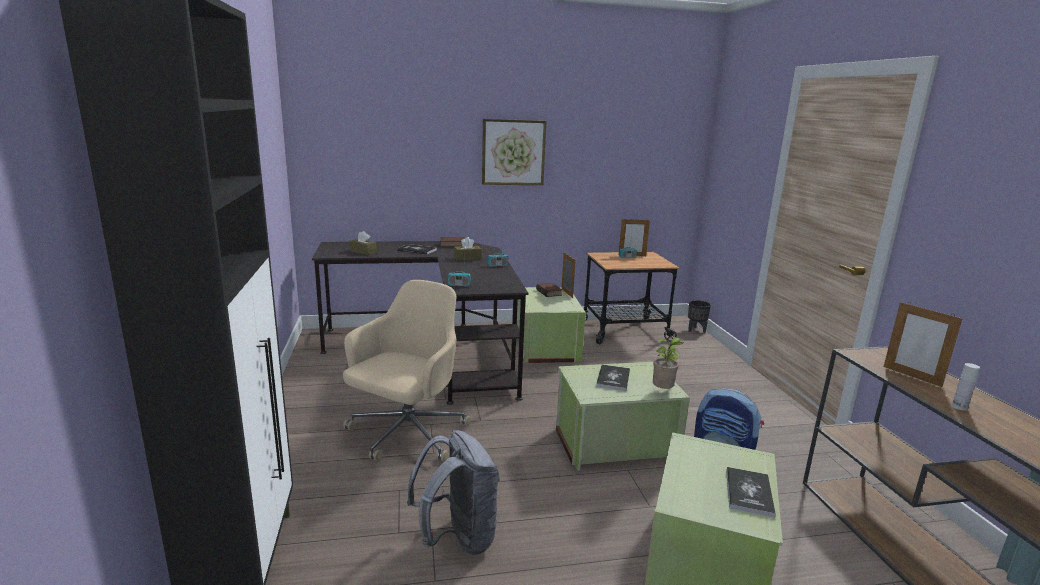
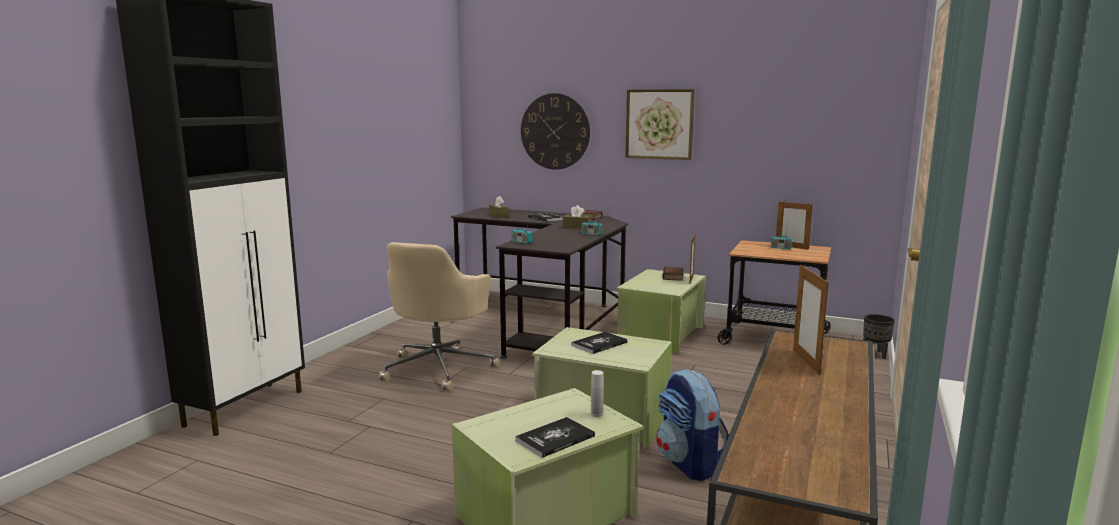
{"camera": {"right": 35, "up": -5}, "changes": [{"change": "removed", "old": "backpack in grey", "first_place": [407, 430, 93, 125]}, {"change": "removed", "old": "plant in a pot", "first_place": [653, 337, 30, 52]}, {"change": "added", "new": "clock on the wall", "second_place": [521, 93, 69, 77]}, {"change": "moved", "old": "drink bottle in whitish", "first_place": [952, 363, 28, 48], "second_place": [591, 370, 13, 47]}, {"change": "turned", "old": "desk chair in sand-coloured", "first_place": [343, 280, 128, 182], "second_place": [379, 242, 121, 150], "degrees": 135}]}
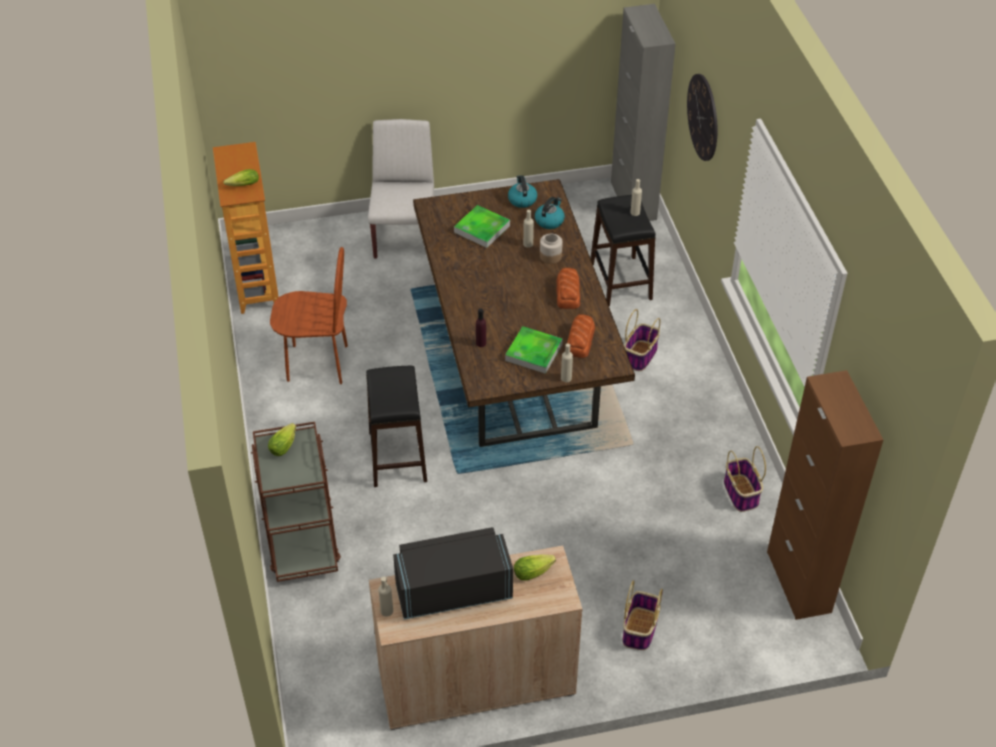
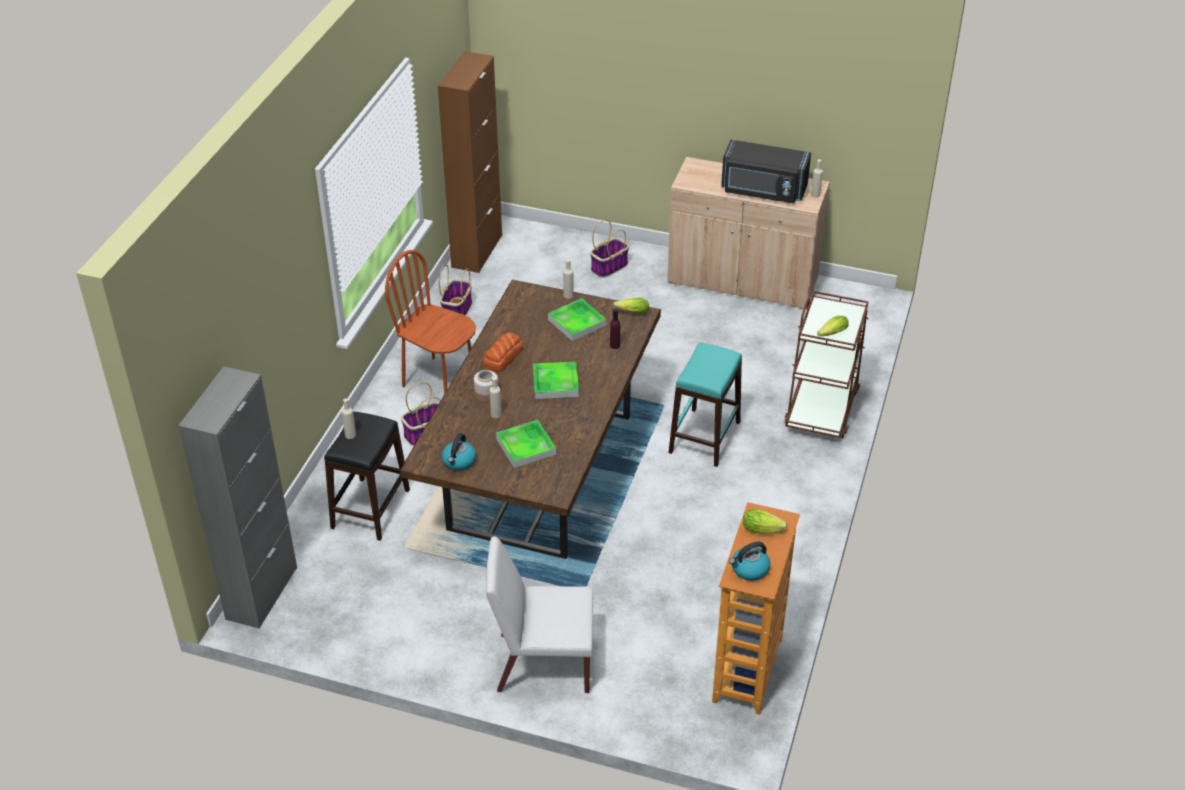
{"camera": {"right": -150, "up": -5}, "changes": [{"change": "removed", "old": "bakery bread", "first_place": [567, 314, 28, 44]}, {"change": "removed", "old": "clock on the wall", "first_place": [687, 74, 30, 87]}, {"change": "added", "new": "tray", "second_place": [533, 362, 46, 37]}, {"change": "moved", "old": "plain chair in brownish", "first_place": [270, 247, 78, 137], "second_place": [385, 250, 91, 144]}, {"change": "moved", "old": "lettuce", "first_place": [514, 554, 42, 27], "second_place": [613, 298, 36, 16]}, {"change": "moved", "old": "kettle", "first_place": [535, 197, 30, 32], "second_place": [729, 542, 41, 39]}, {"change": "recoloured", "old": "sitting stool in black", "new": "sitting stool in turquoise-coloured", "first_place": [366, 366, 61, 121], "second_place": [669, 343, 73, 124]}, {"change": "turned", "old": "plain chair in whitish", "first_place": [368, 119, 66, 140], "second_place": [486, 536, 107, 157], "degrees": 60}]}
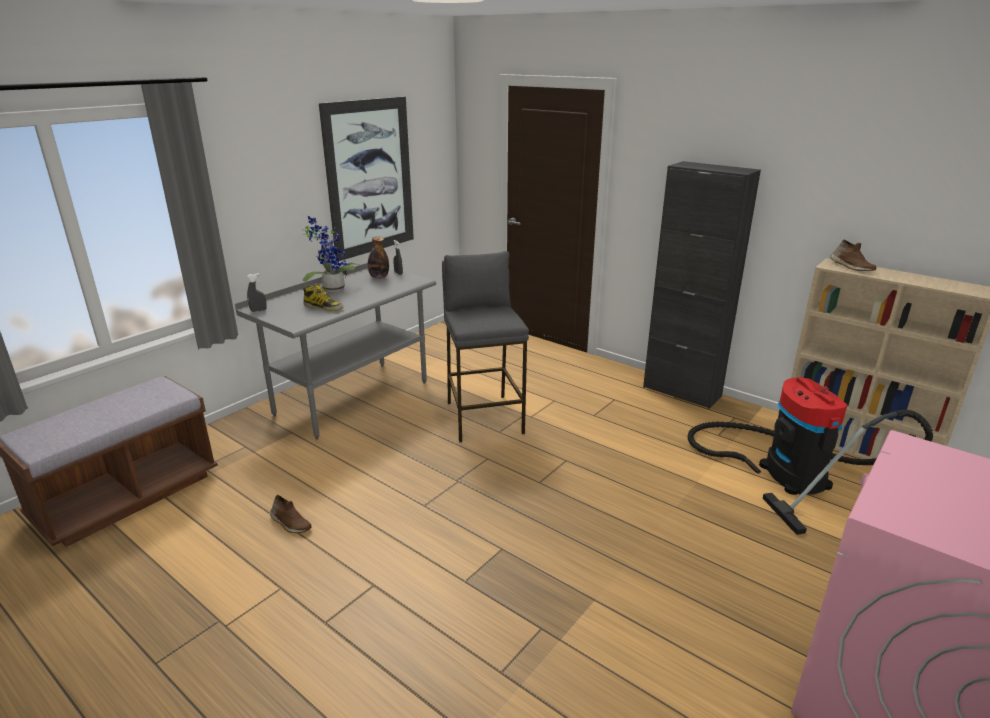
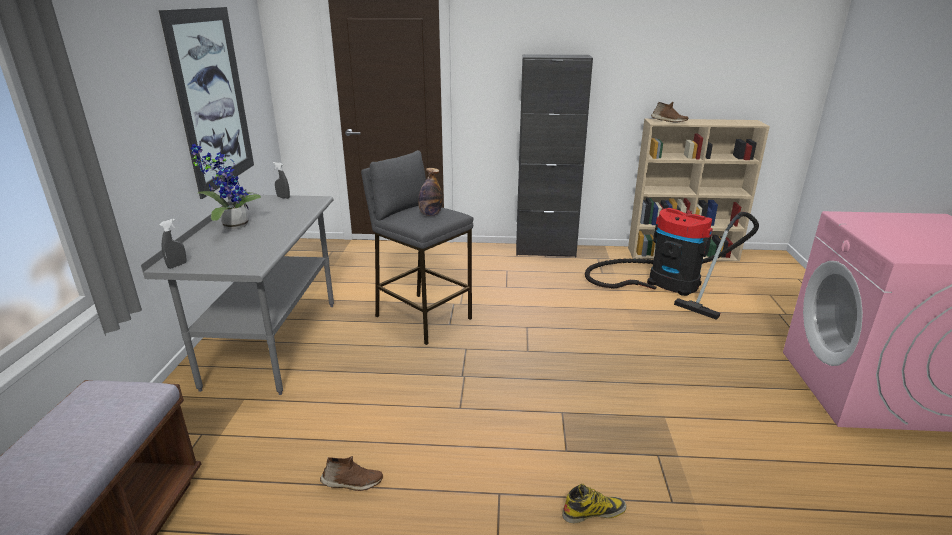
{"camera": {"right": -35, "up": 0}, "changes": [{"change": "moved", "old": "tall boot", "first_place": [303, 283, 41, 28], "second_place": [562, 484, 65, 39]}, {"change": "moved", "old": "drink bottle", "first_place": [368, 237, 21, 42], "second_place": [418, 168, 24, 48]}]}
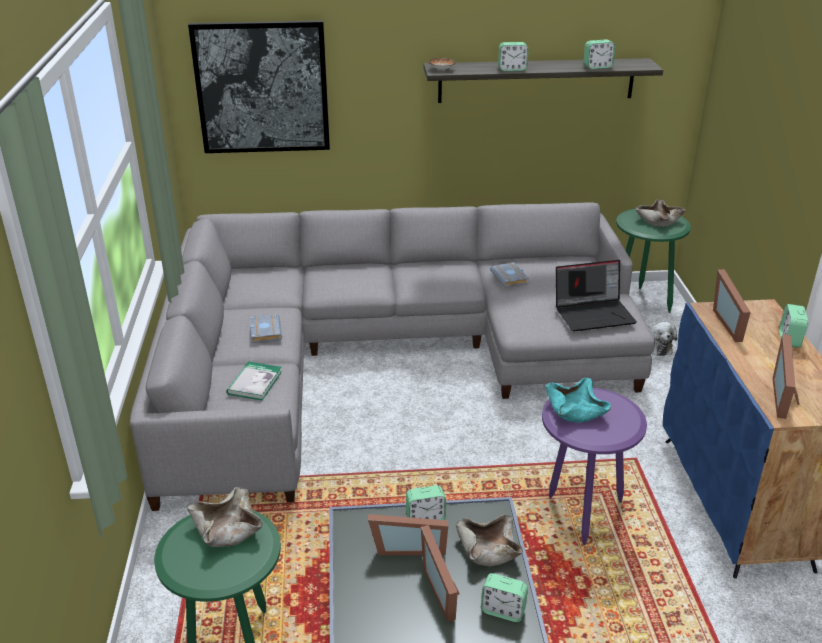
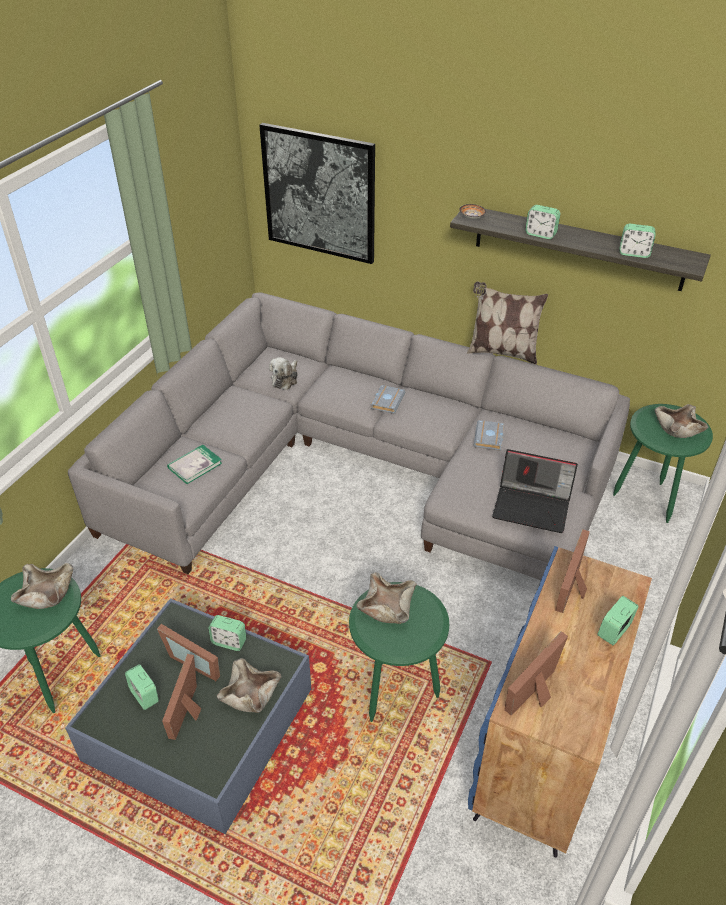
{"camera": {"right": 30, "up": 10}, "changes": [{"change": "added", "new": "throw pillow", "second_place": [467, 282, 81, 83]}, {"change": "moved", "old": "bound book in grey", "first_place": [250, 314, 32, 29], "second_place": [371, 385, 35, 29]}, {"change": "moved", "old": "bedside clock", "first_place": [481, 573, 47, 49], "second_place": [125, 664, 34, 46]}, {"change": "moved", "old": "soft toy", "first_place": [648, 322, 29, 34], "second_place": [269, 357, 29, 33]}, {"change": "recoloured", "old": "accent table in purple", "new": "accent table in green", "first_place": [542, 388, 105, 157], "second_place": [349, 582, 100, 140]}, {"change": "recoloured", "old": "serving bowl in turquoise-coloured", "new": "serving bowl in sand-coloured", "first_place": [545, 378, 66, 45], "second_place": [356, 573, 61, 51]}]}
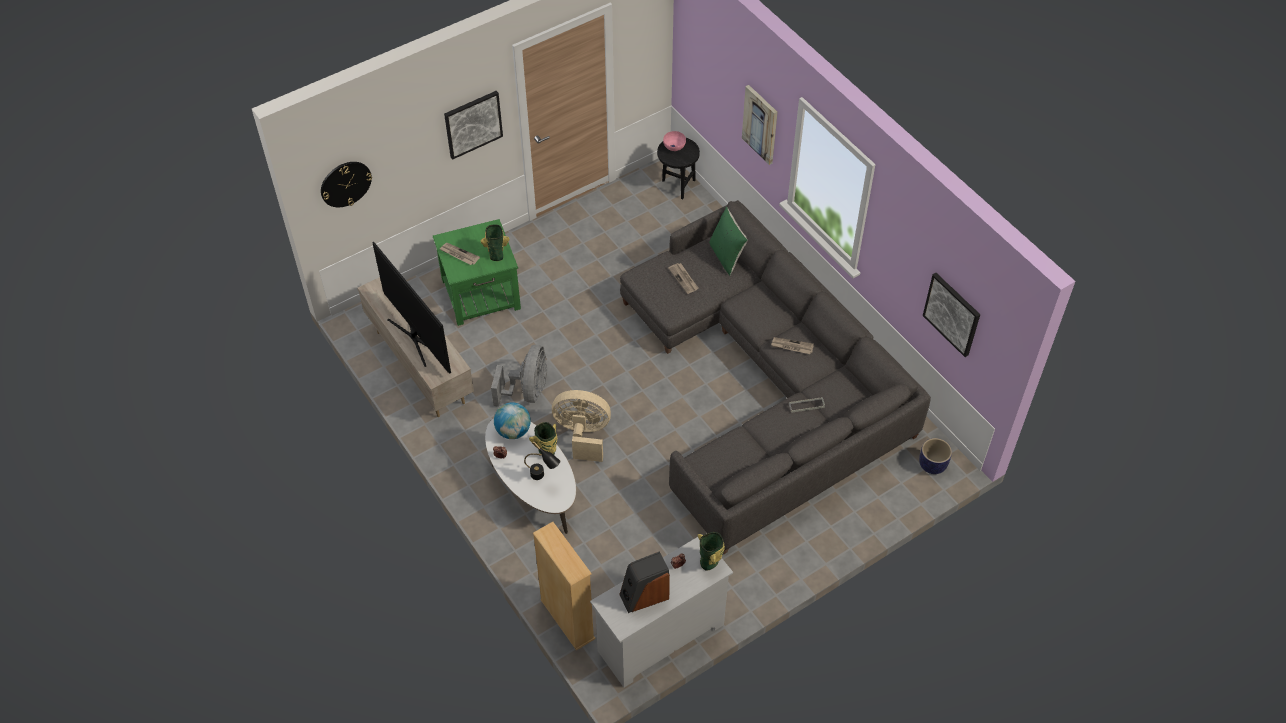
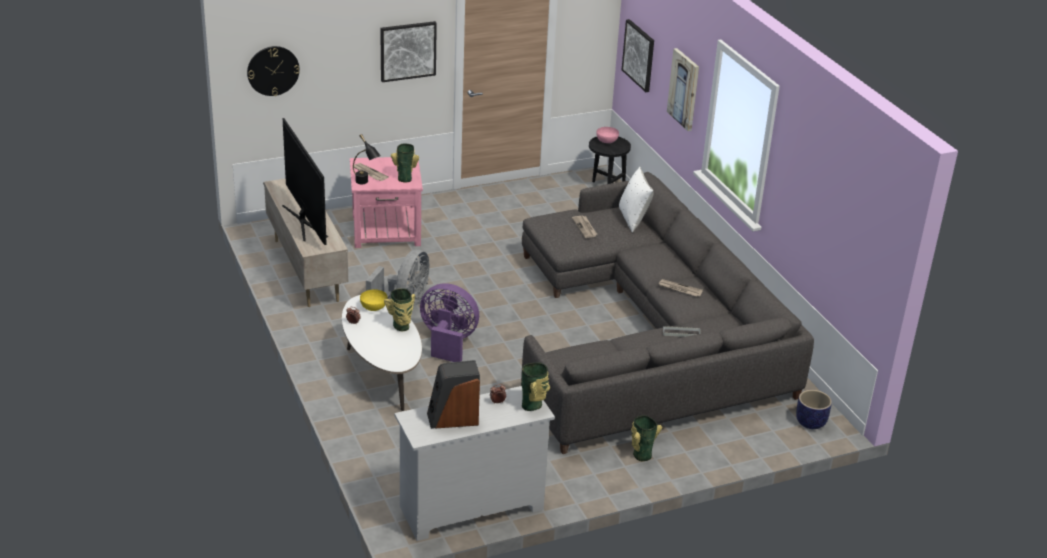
{"camera": {"right": 10, "up": -20}, "changes": [{"change": "removed", "old": "bookshelf in sand-coloured", "first_place": [533, 522, 63, 128]}, {"change": "added", "new": "decorative vase", "second_place": [631, 415, 31, 46]}, {"change": "moved", "old": "tabletop lamp in black", "first_place": [524, 441, 36, 39], "second_place": [353, 134, 28, 50]}, {"change": "moved", "old": "wall picture", "first_place": [923, 273, 57, 84], "second_place": [622, 19, 32, 73]}, {"change": "replaced", "old": "globe", "new": "serving bowl in yellowish", "first_place": [494, 402, 37, 37], "second_place": [360, 289, 28, 22]}, {"change": "recoloured", "old": "accent table in green", "new": "accent table in pink", "first_place": [433, 219, 88, 107], "second_place": [350, 157, 73, 91]}, {"change": "recoloured", "old": "electric fan in sand-coloured", "new": "electric fan in purple", "first_place": [552, 390, 59, 72], "second_place": [420, 283, 59, 79]}, {"change": "recoloured", "old": "throw pillow in green", "new": "throw pillow in whitish", "first_place": [709, 207, 39, 69], "second_place": [619, 167, 35, 66]}]}
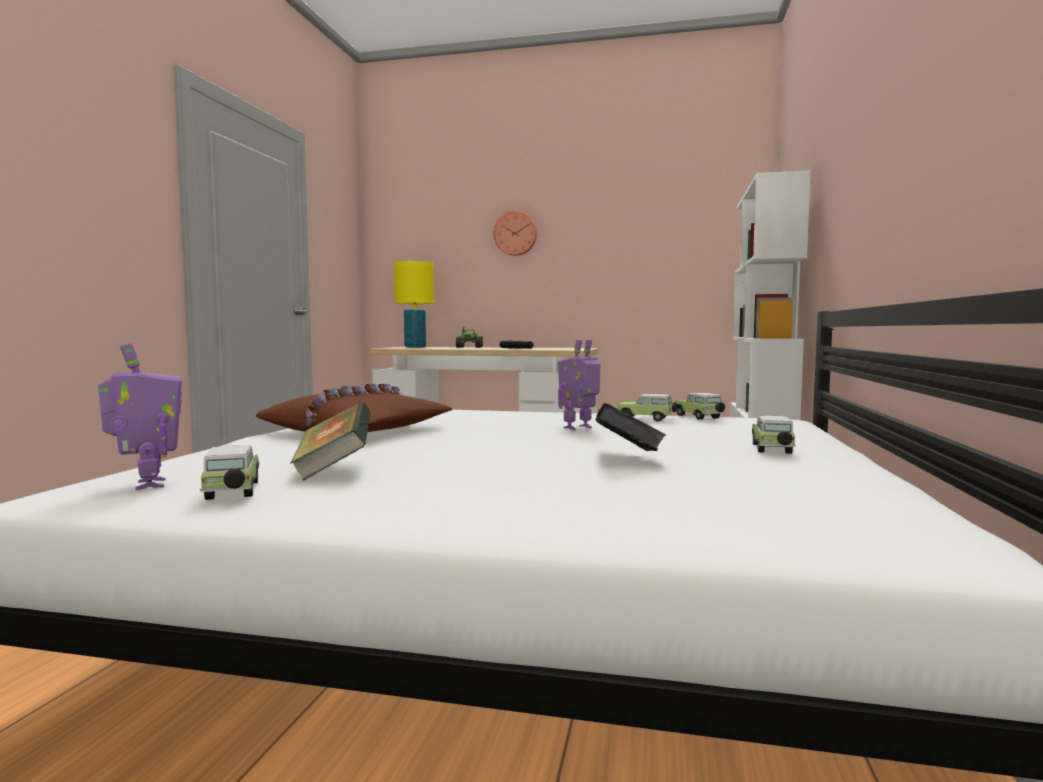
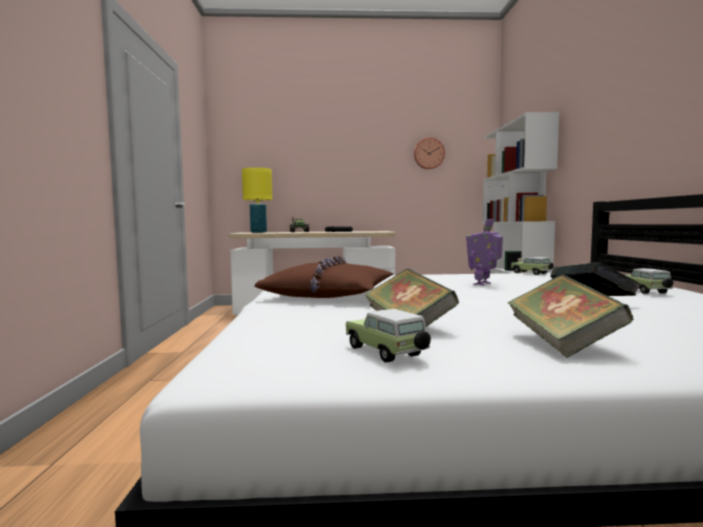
{"camera": {"right": -15, "up": 0}, "changes": [{"change": "removed", "old": "model robot", "first_place": [98, 344, 84, 146]}, {"change": "removed", "old": "miniature car", "first_place": [617, 394, 60, 28]}, {"change": "added", "new": "bound book", "second_place": [508, 274, 126, 83]}, {"change": "moved", "old": "clock on the wall", "first_place": [494, 211, 43, 45], "second_place": [414, 137, 31, 32]}]}
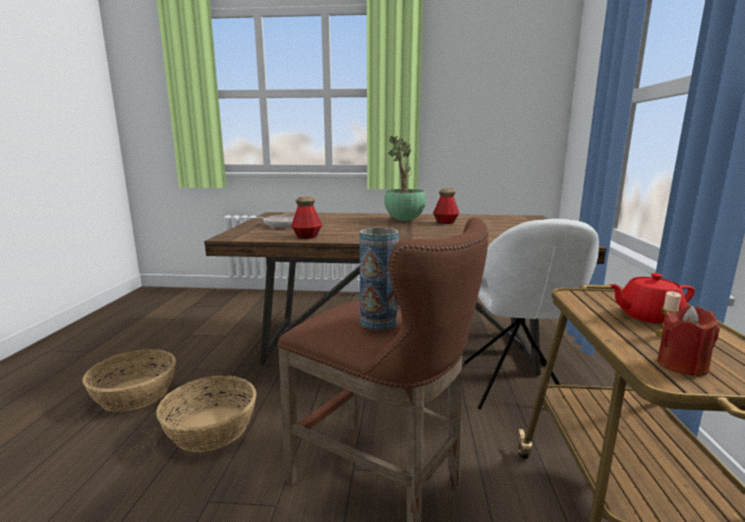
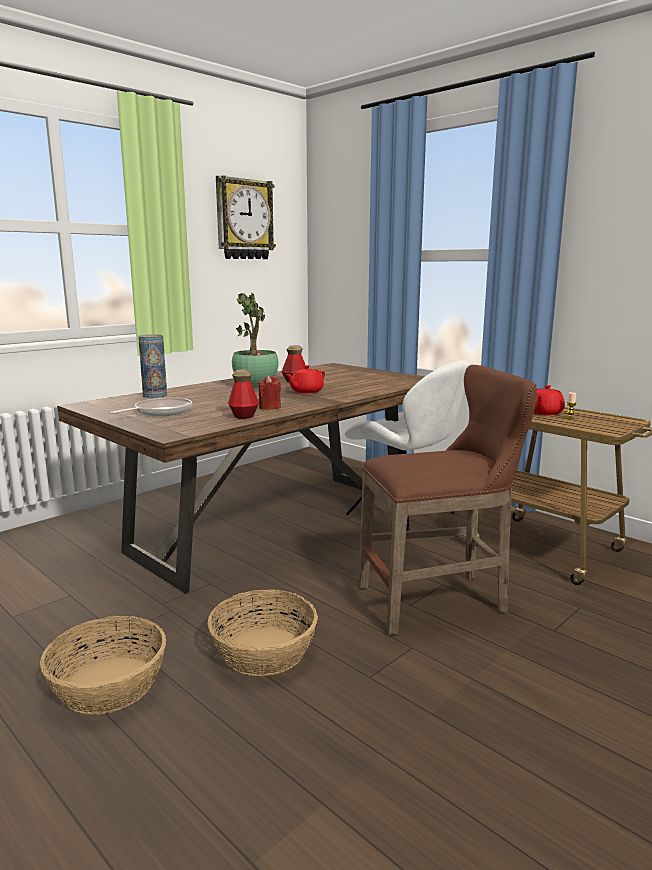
{"camera": {"right": -50, "up": 0}, "changes": [{"change": "added", "new": "clock on the wall", "second_place": [216, 175, 60, 84]}, {"change": "added", "new": "tea pot in red", "second_place": [285, 365, 40, 28]}, {"change": "moved", "old": "decorative vase", "first_place": [360, 228, 39, 102], "second_place": [138, 334, 29, 64]}, {"change": "moved", "old": "candle in red", "first_place": [657, 306, 63, 71], "second_place": [258, 375, 23, 35]}]}
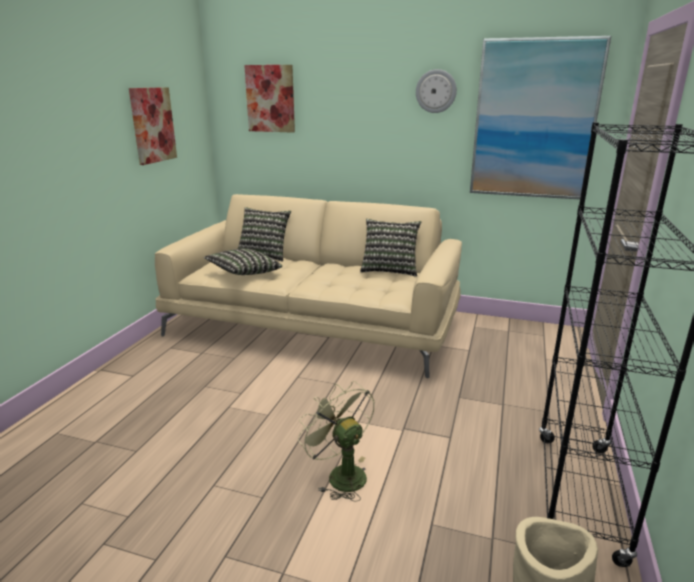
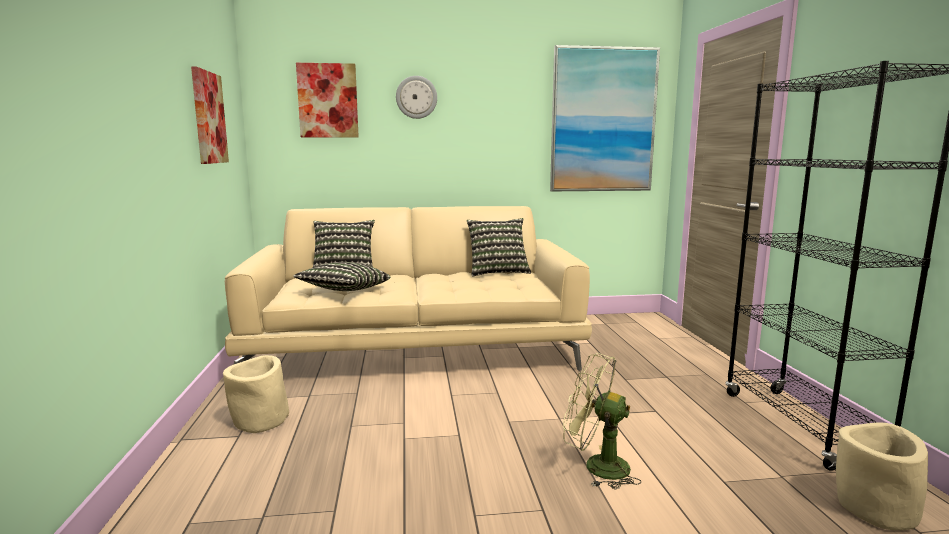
{"camera": {"right": -25, "up": -10}, "changes": [{"change": "added", "new": "planter in sand-coloured", "second_place": [223, 355, 66, 78]}, {"change": "moved", "old": "clock on the wall", "first_place": [416, 69, 41, 44], "second_place": [396, 76, 41, 43]}]}
